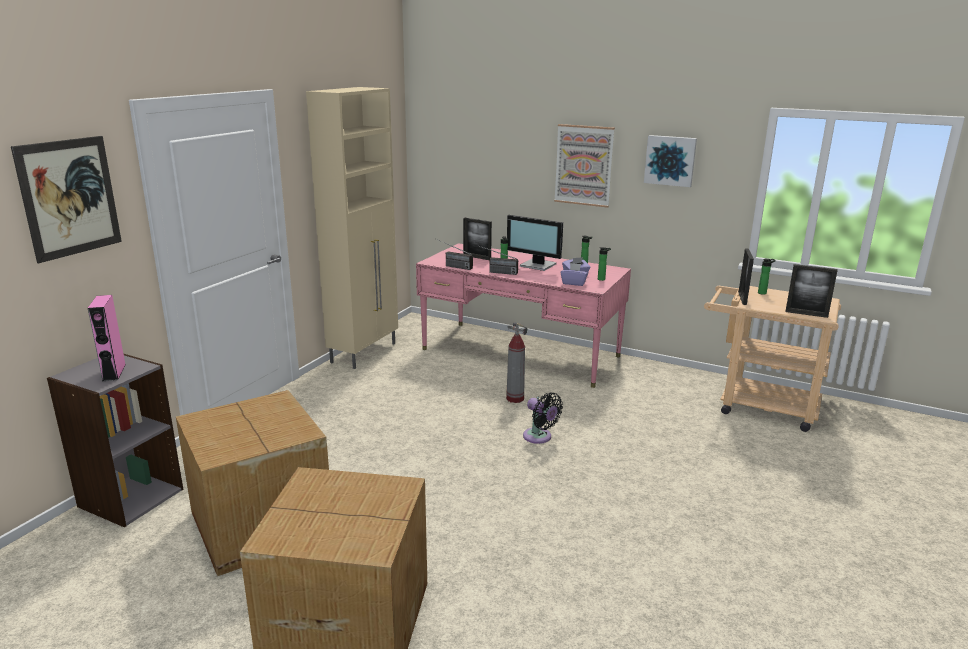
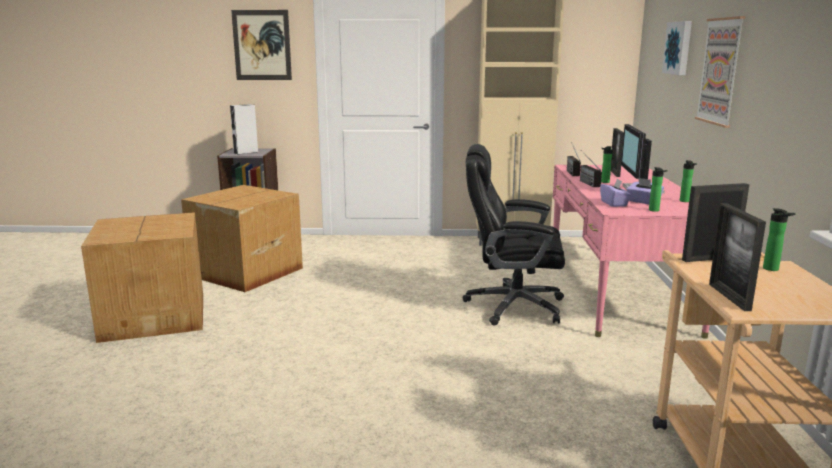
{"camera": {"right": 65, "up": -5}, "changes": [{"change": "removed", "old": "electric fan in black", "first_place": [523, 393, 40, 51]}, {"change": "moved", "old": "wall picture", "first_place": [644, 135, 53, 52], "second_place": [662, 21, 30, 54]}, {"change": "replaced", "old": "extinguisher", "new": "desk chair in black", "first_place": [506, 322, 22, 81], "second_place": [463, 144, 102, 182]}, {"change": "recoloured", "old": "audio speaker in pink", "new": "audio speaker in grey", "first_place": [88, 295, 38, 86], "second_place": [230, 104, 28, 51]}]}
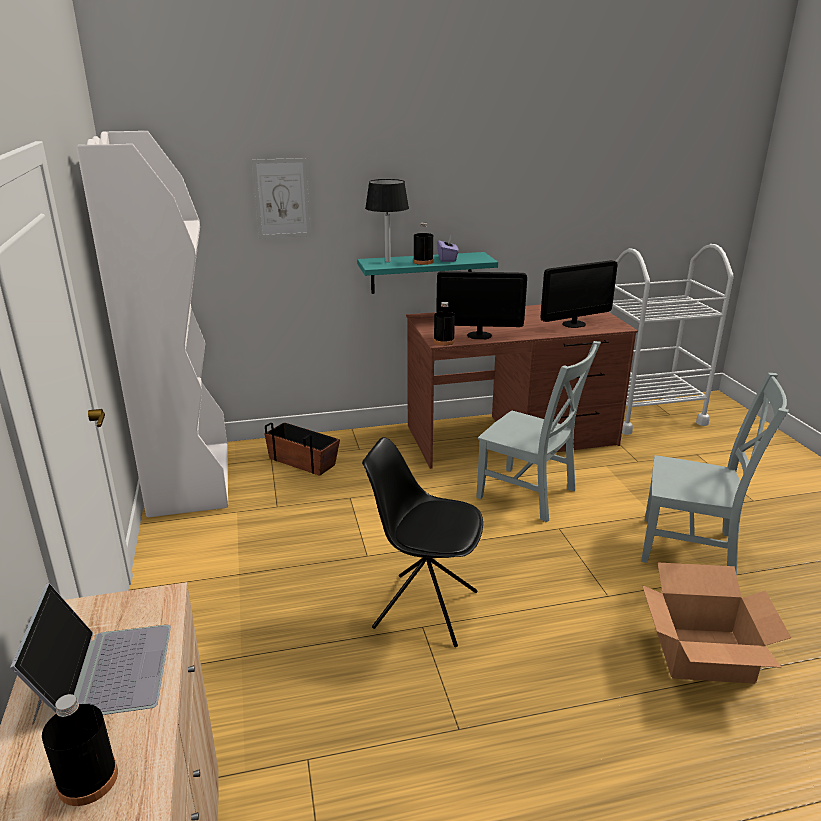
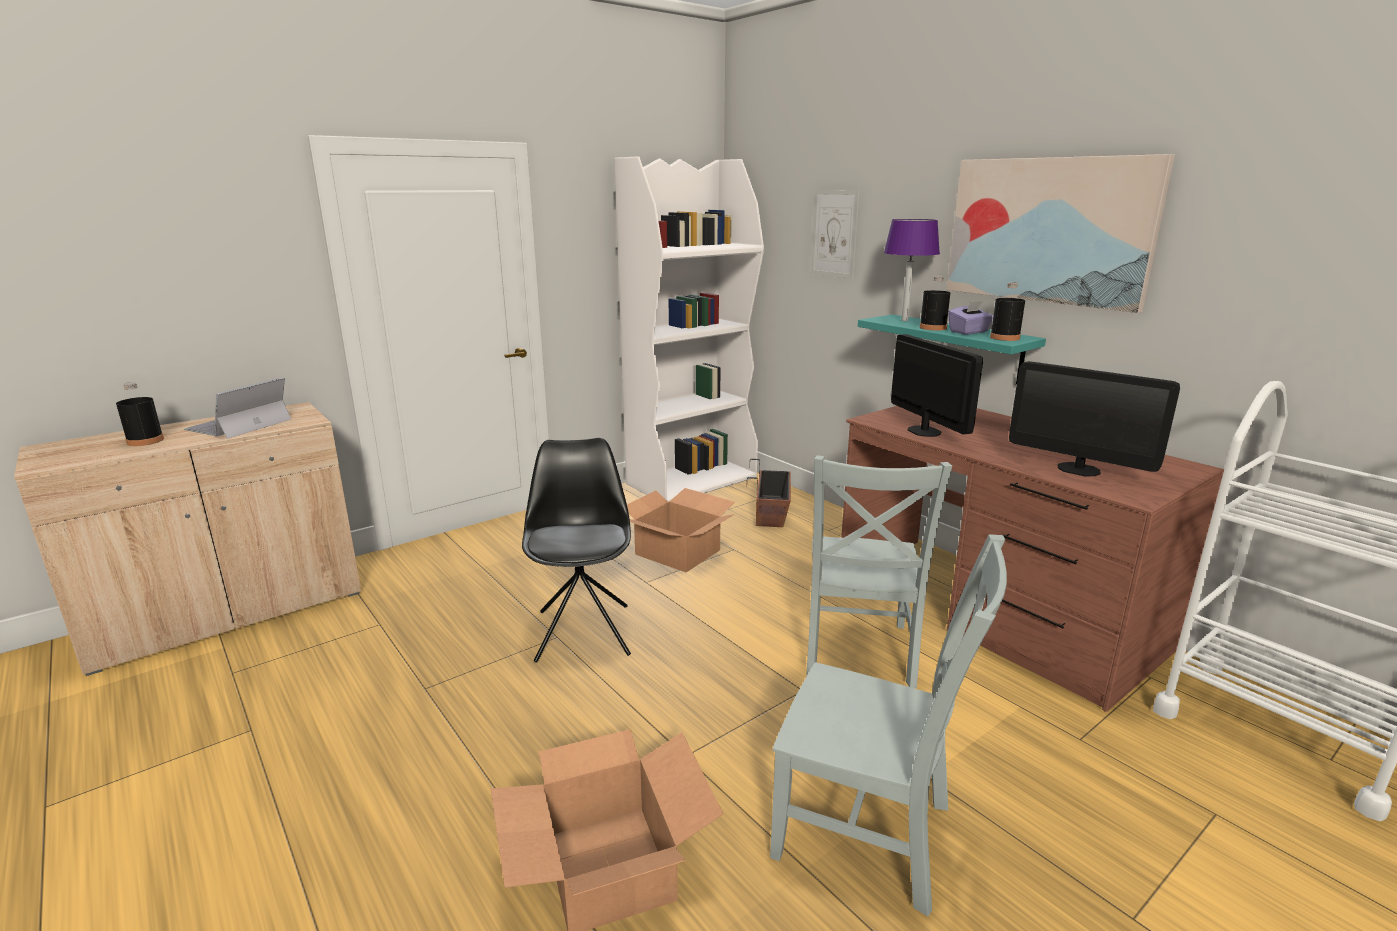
{"camera": {"right": 65, "up": -5}, "changes": [{"change": "added", "new": "carton", "second_place": [627, 488, 108, 84]}, {"change": "added", "new": "wall picture", "second_place": [947, 154, 228, 159]}, {"change": "moved", "old": "drink bottle in black", "first_place": [433, 302, 22, 44], "second_place": [990, 282, 35, 59]}, {"change": "recoloured", "old": "tabletop lamp in black", "new": "tabletop lamp in purple", "first_place": [365, 179, 44, 83], "second_place": [884, 219, 56, 102]}, {"change": "turned", "old": "laptop", "first_place": [10, 583, 161, 142], "second_place": [184, 377, 107, 62], "degrees": 150}, {"change": "turned", "old": "plain chair in grey", "first_place": [641, 373, 148, 202], "second_place": [770, 534, 237, 382], "degrees": -60}]}
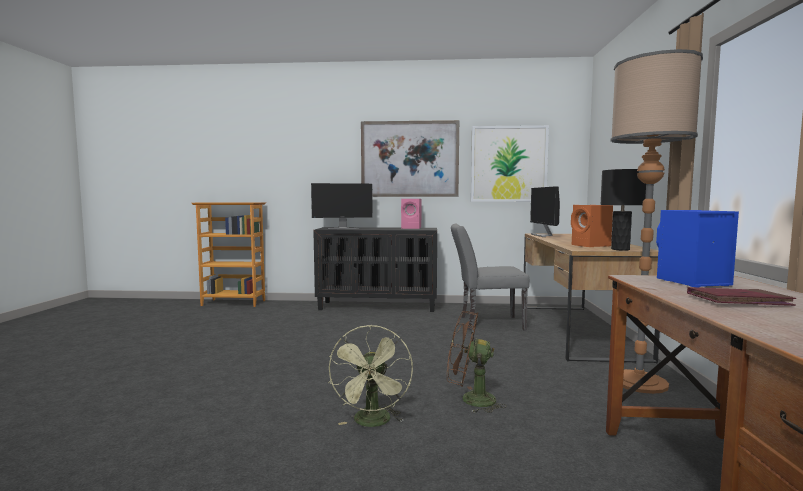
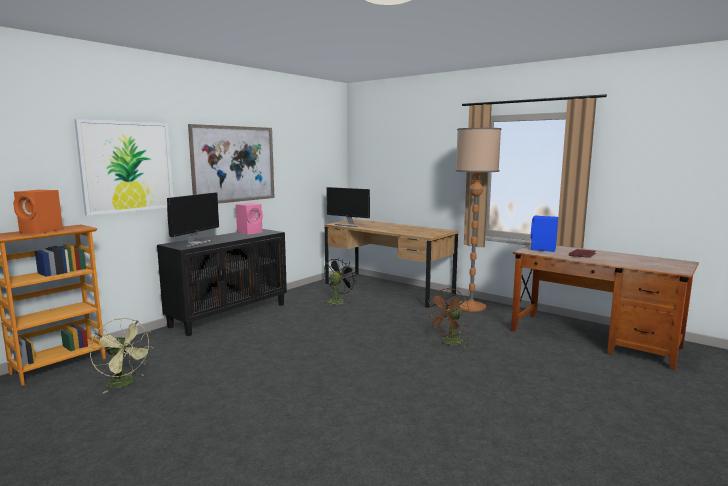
{"camera": {"right": -55, "up": 5}, "changes": [{"change": "removed", "old": "tabletop lamp in black", "first_place": [600, 169, 46, 82]}, {"change": "moved", "old": "electric fan in green", "first_place": [328, 325, 85, 102], "second_place": [90, 318, 63, 76]}, {"change": "moved", "old": "wall picture", "first_place": [471, 125, 78, 77], "second_place": [74, 119, 99, 97]}, {"change": "moved", "old": "audio speaker in orangey", "first_place": [571, 205, 42, 42], "second_place": [13, 190, 50, 44]}, {"change": "replaced", "old": "plain chair in grey", "new": "electric fan in black", "first_place": [451, 224, 79, 106], "second_place": [323, 257, 33, 48]}]}
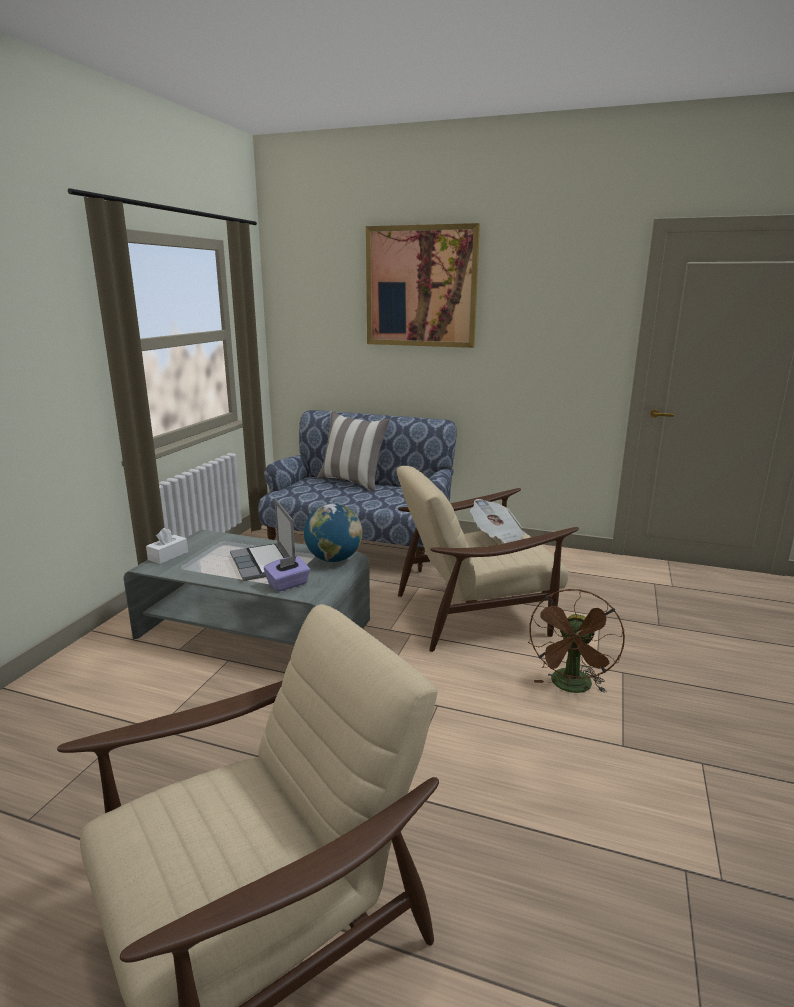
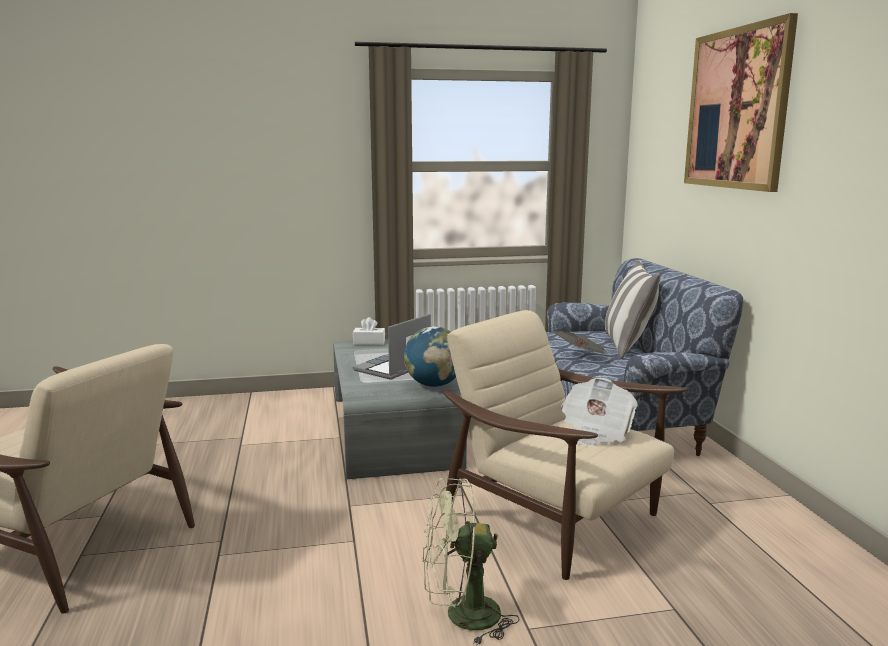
{"camera": {"right": 60, "up": -5}, "changes": [{"change": "removed", "old": "box of tissues in purple", "first_place": [264, 556, 46, 36]}, {"change": "added", "new": "newspaper", "second_place": [552, 331, 55, 22]}, {"change": "recoloured", "old": "electric fan in brownish", "new": "electric fan in green", "first_place": [528, 589, 97, 104], "second_place": [423, 478, 96, 168]}]}
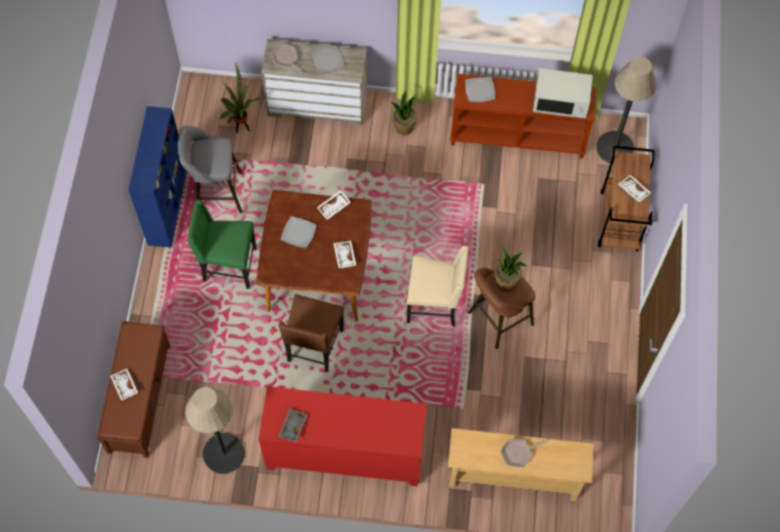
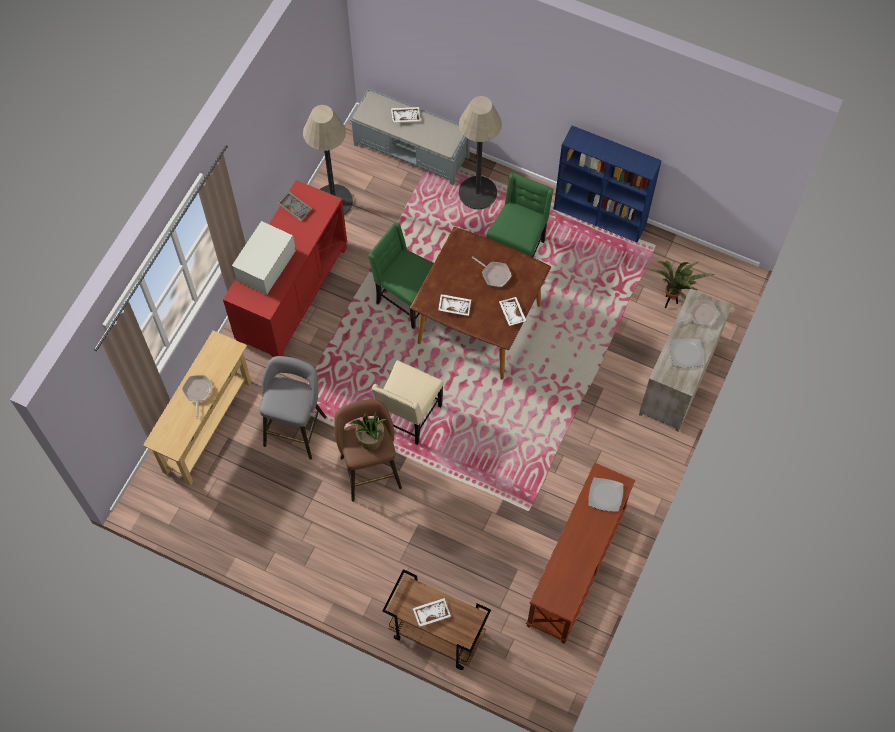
{"camera": {"right": 110, "up": 0}, "changes": [{"change": "removed", "old": "plant in a pot", "first_place": [391, 90, 26, 46]}, {"change": "moved", "old": "sitting stool in grey", "first_place": [178, 126, 64, 87], "second_place": [259, 356, 68, 104]}, {"change": "moved", "old": "microwave oven in whitish", "first_place": [533, 68, 60, 51], "second_place": [232, 221, 64, 74]}, {"change": "moved", "old": "floor lamp", "first_place": [596, 57, 61, 106], "second_place": [459, 96, 43, 113]}, {"change": "replaced", "old": "plate", "new": "frying pan", "first_place": [281, 216, 36, 32], "second_place": [472, 256, 40, 31]}, {"change": "recoloured", "old": "indoor bench in brownish", "new": "indoor bench in grey", "first_place": [97, 321, 73, 137], "second_place": [350, 88, 120, 97]}, {"change": "recoloured", "old": "plain chair in brownish", "new": "plain chair in green", "first_place": [278, 294, 66, 78], "second_place": [368, 222, 66, 107]}]}
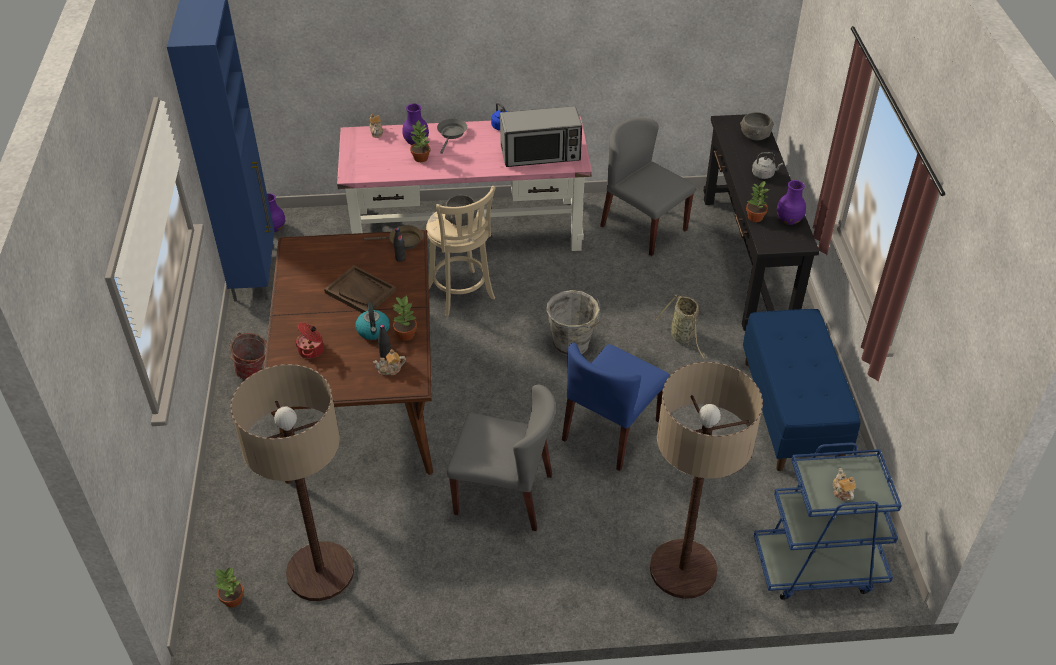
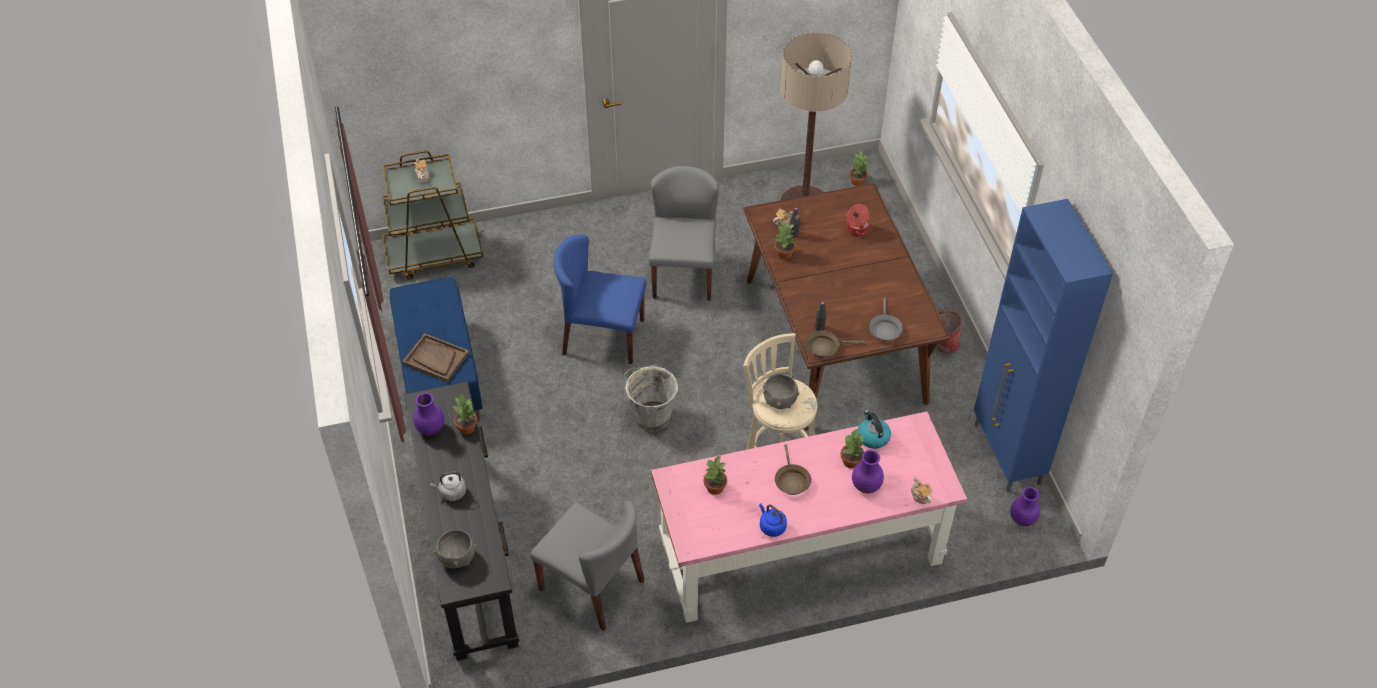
{"camera": {"right": 170, "up": 5}, "changes": [{"change": "removed", "old": "floor lamp", "first_place": [650, 362, 113, 237]}, {"change": "removed", "old": "household basket", "first_place": [656, 295, 51, 64]}, {"change": "added", "new": "frying pan in brownish", "second_place": [775, 444, 36, 51]}, {"change": "moved", "old": "tray in brownish", "first_place": [324, 265, 72, 48], "second_place": [402, 333, 67, 49]}, {"change": "moved", "old": "kettle", "first_place": [355, 303, 35, 37], "second_place": [858, 410, 33, 39]}, {"change": "moved", "old": "frying pan in grey", "first_place": [437, 118, 30, 36], "second_place": [869, 298, 34, 43]}, {"change": "replaced", "old": "microwave oven", "new": "plant in a pot", "first_place": [500, 106, 82, 61], "second_place": [703, 455, 24, 40]}, {"change": "recoloured", "old": "wheeled cart in blue", "new": "wheeled cart in brownish", "first_place": [754, 443, 148, 157], "second_place": [382, 151, 101, 129]}, {"change": "turned", "old": "plain chair in grey", "first_place": [447, 385, 109, 146], "second_place": [648, 166, 71, 135], "degrees": 90}, {"change": "turned", "old": "plain chair in blue", "first_place": [562, 343, 108, 128], "second_place": [554, 234, 92, 130], "degrees": -105}]}
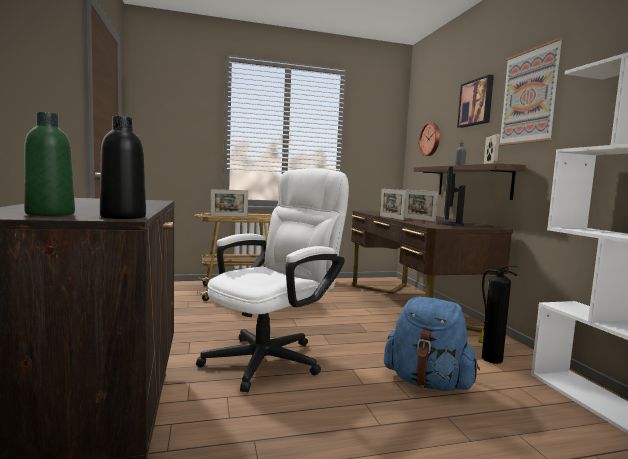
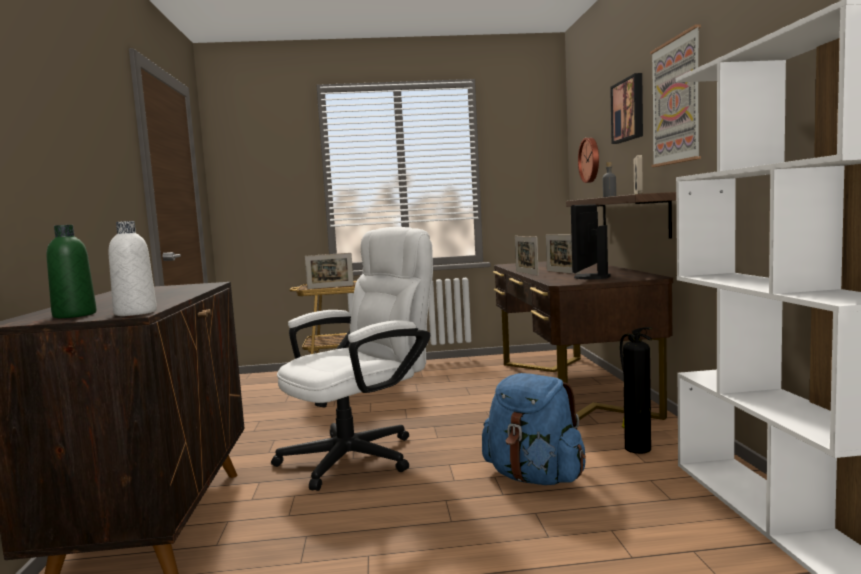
{"camera": {"right": 10, "up": 0}, "changes": [{"change": "recoloured", "old": "drink bottle in black", "new": "drink bottle in whitish", "first_place": [100, 116, 46, 103], "second_place": [109, 221, 48, 95]}]}
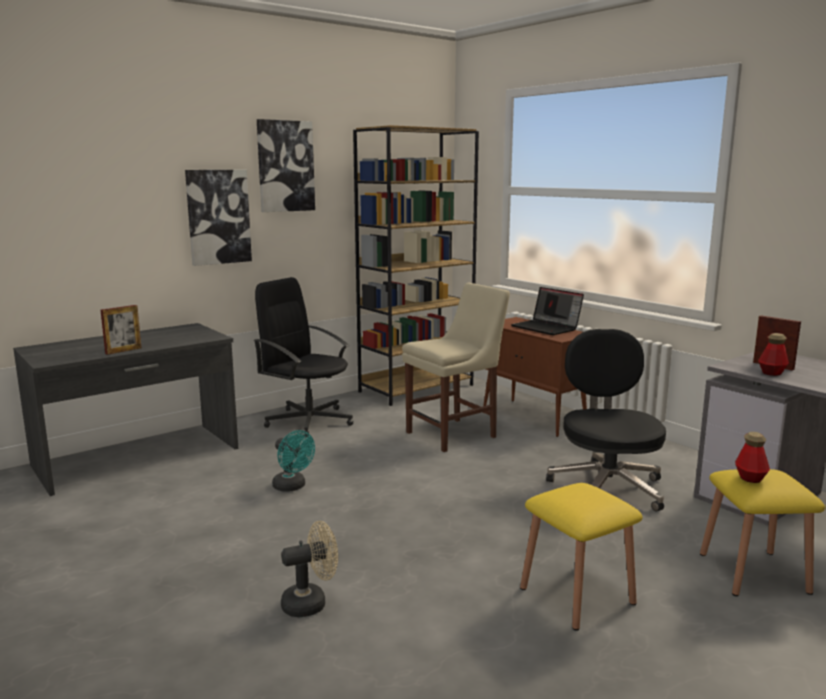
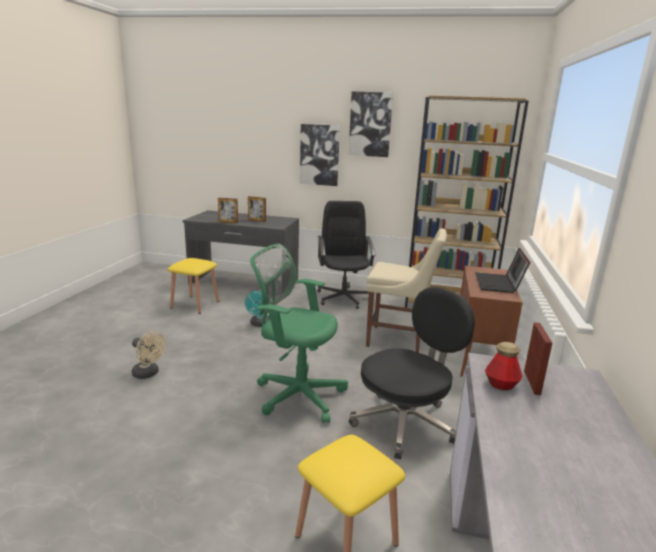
{"camera": {"right": 50, "up": 5}, "changes": [{"change": "removed", "old": "drink bottle", "first_place": [735, 432, 35, 51]}, {"change": "added", "new": "standing frame", "second_place": [248, 196, 18, 26]}, {"change": "added", "new": "desk chair in green", "second_place": [250, 243, 98, 181]}, {"change": "moved", "old": "sitting stool in yellowish", "first_place": [520, 483, 123, 148], "second_place": [168, 258, 51, 56]}]}
